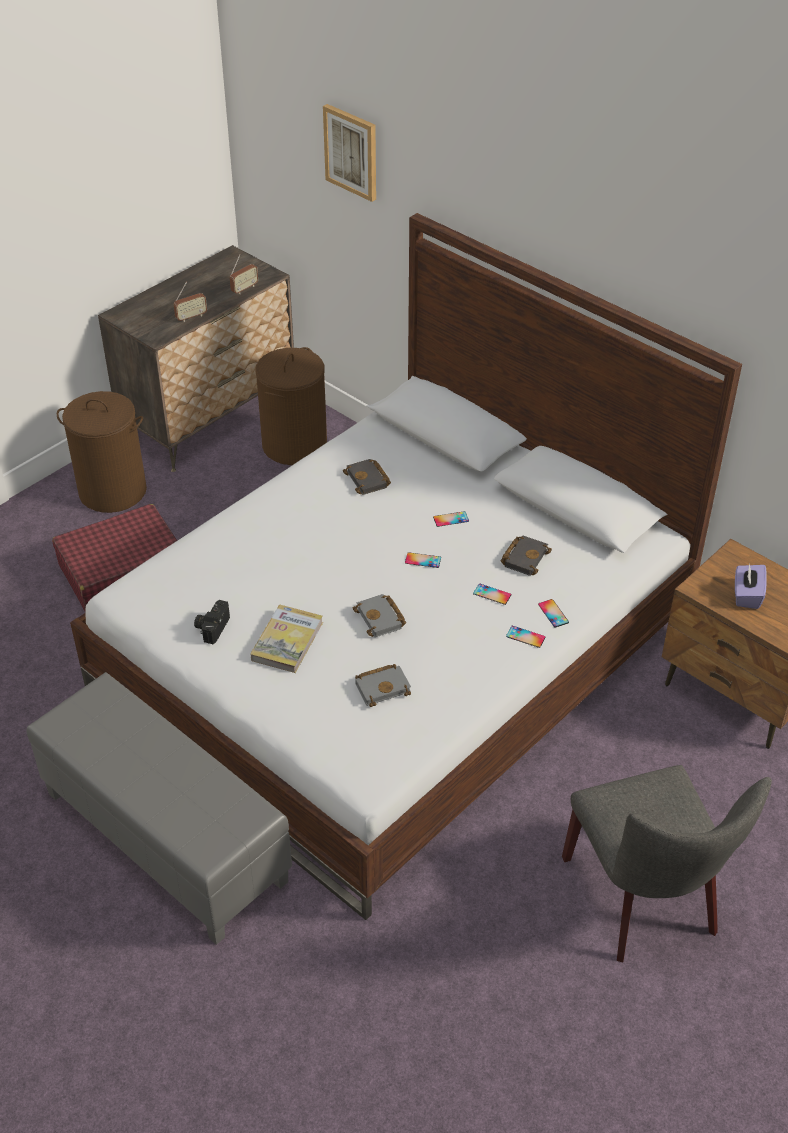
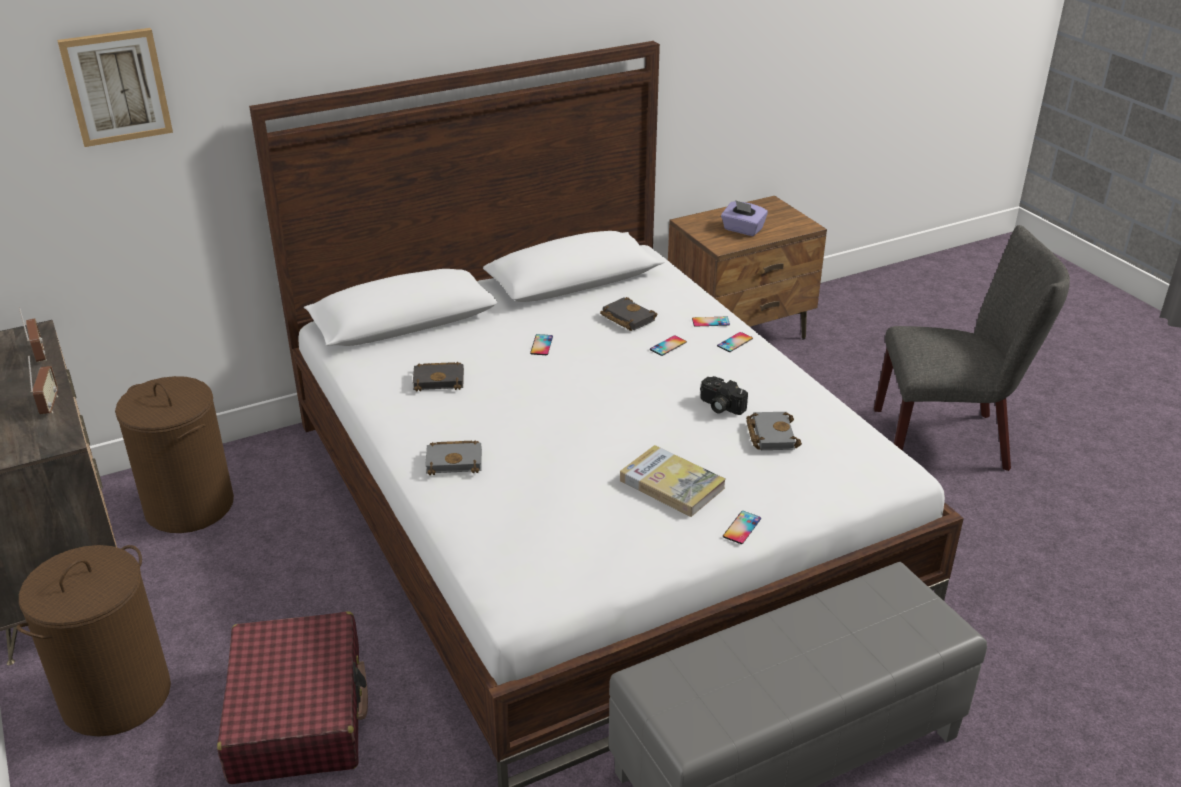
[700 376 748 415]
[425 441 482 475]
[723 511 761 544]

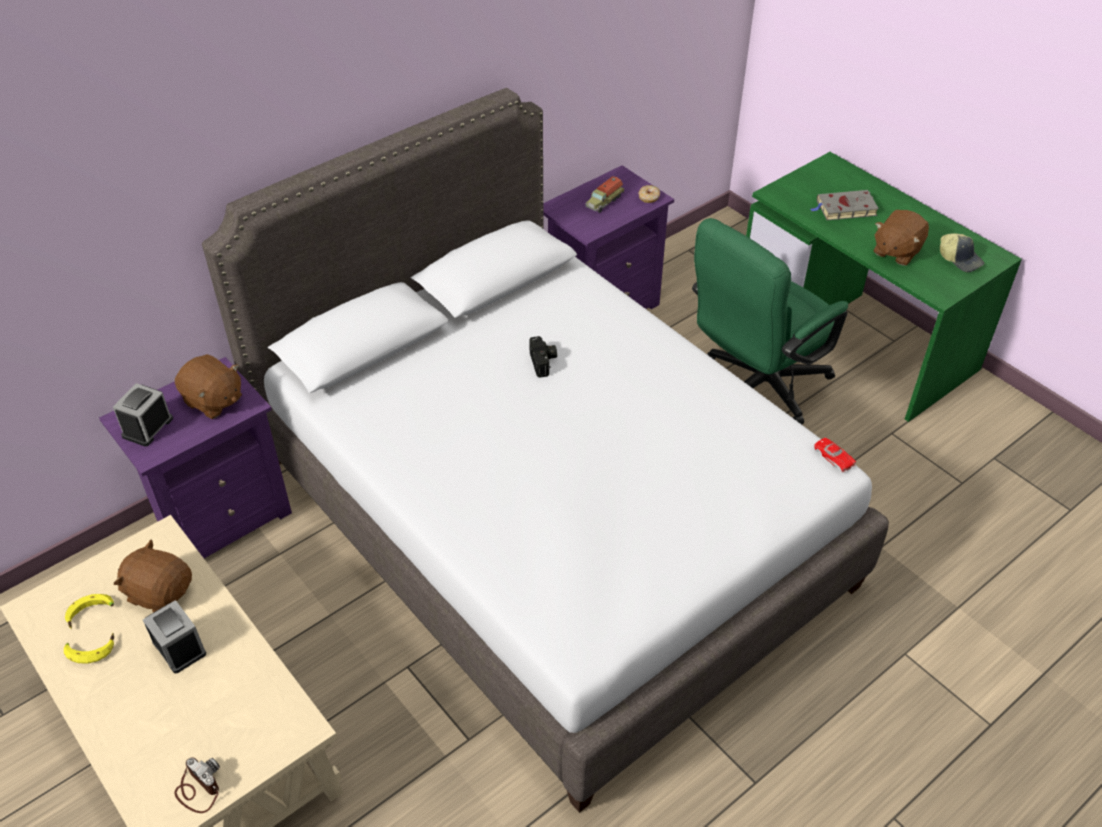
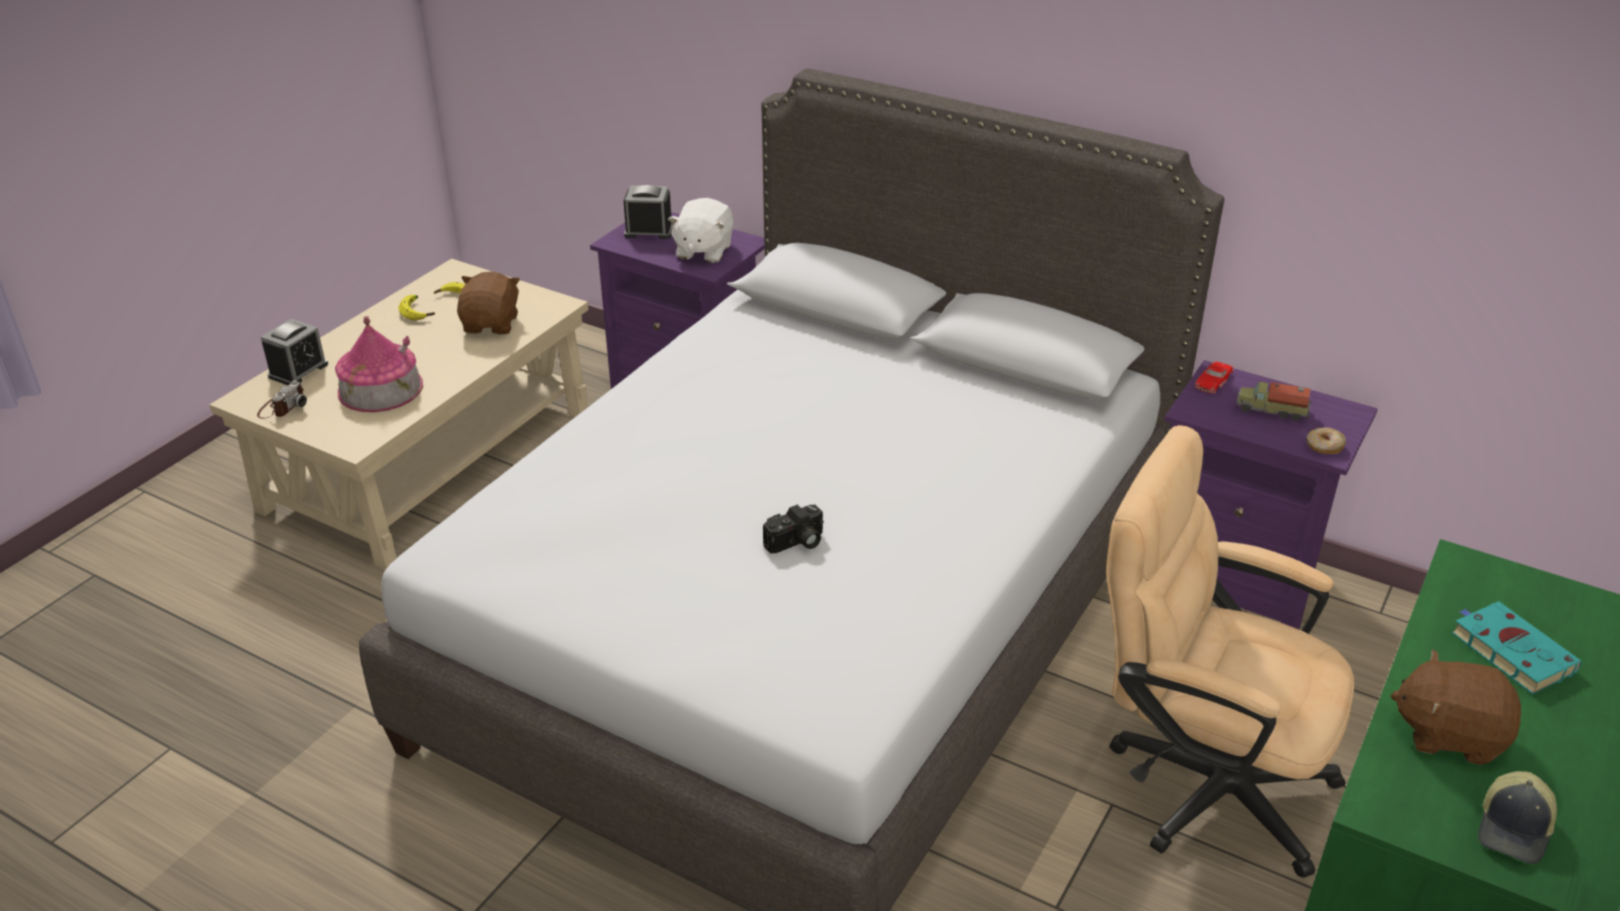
[261 319 328 385]
[668 198 734 263]
[763 504 824 553]
[1106 425 1354 878]
[1452 601 1582 695]
[1195 362 1233 394]
[335 316 423 412]

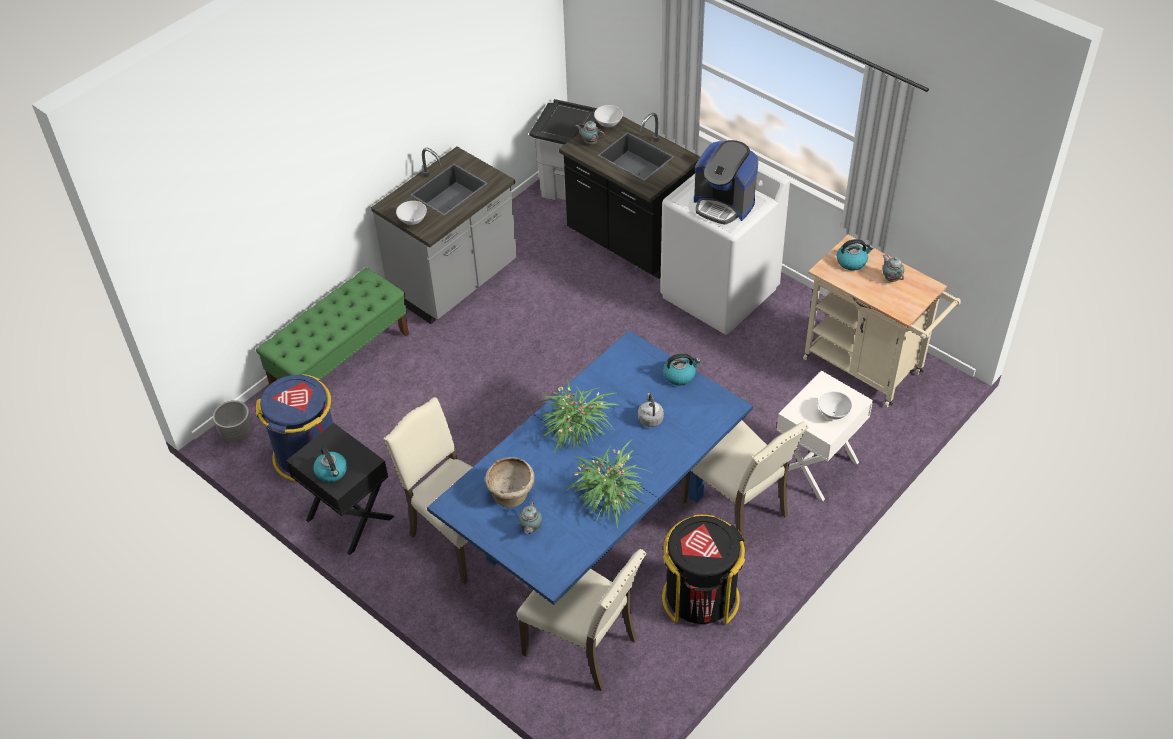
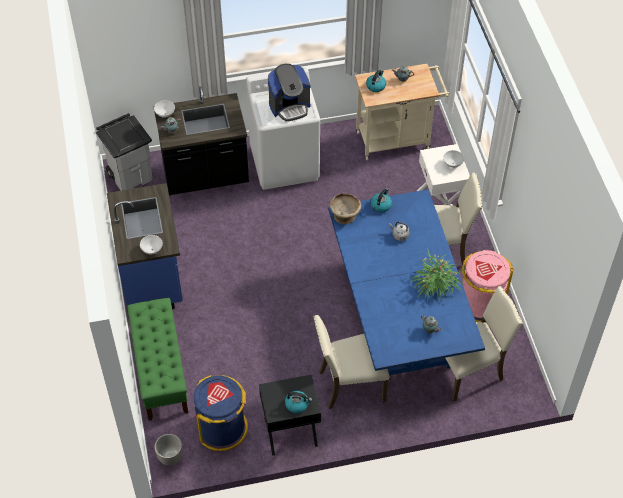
[107 183 183 310]
[330 193 361 224]
[536 379 620 455] (first image)
[462 250 514 322]

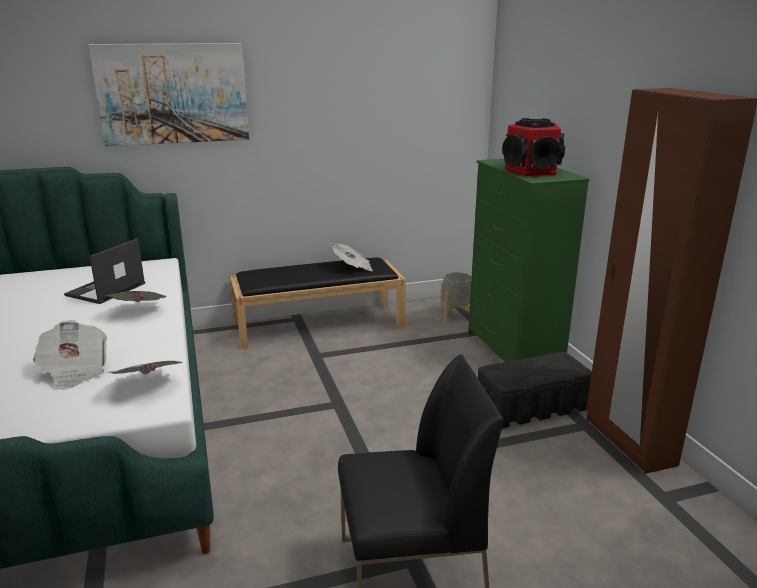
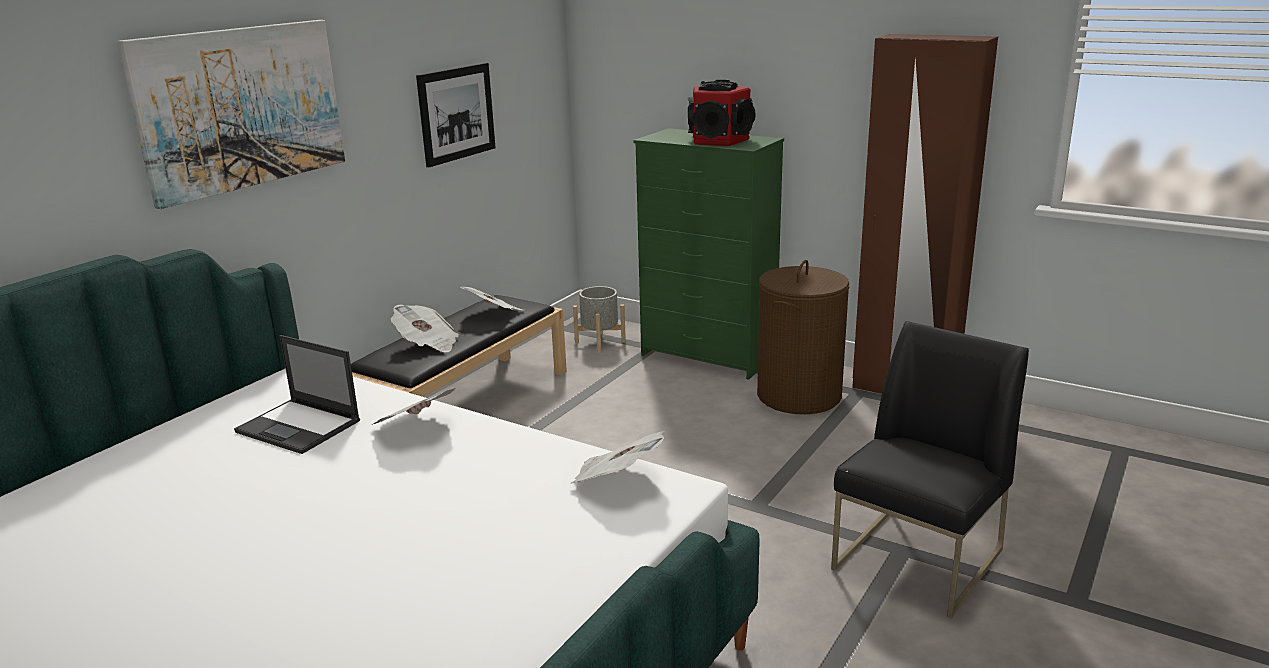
[391 305 459 352]
[234 335 360 454]
[757 260 849 414]
[416 63 496 167]

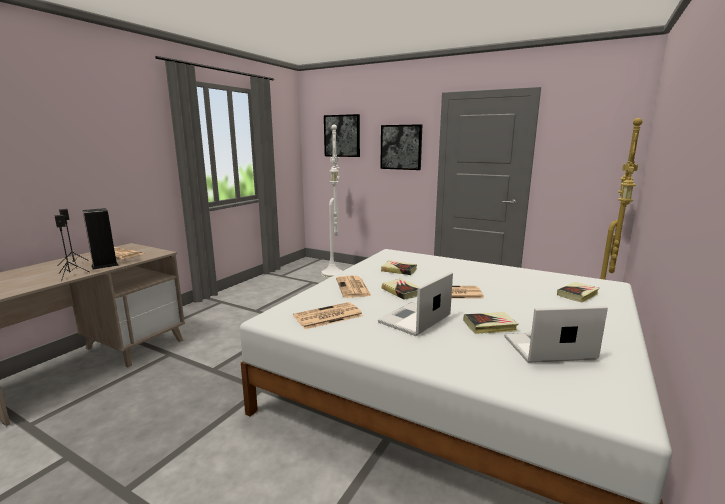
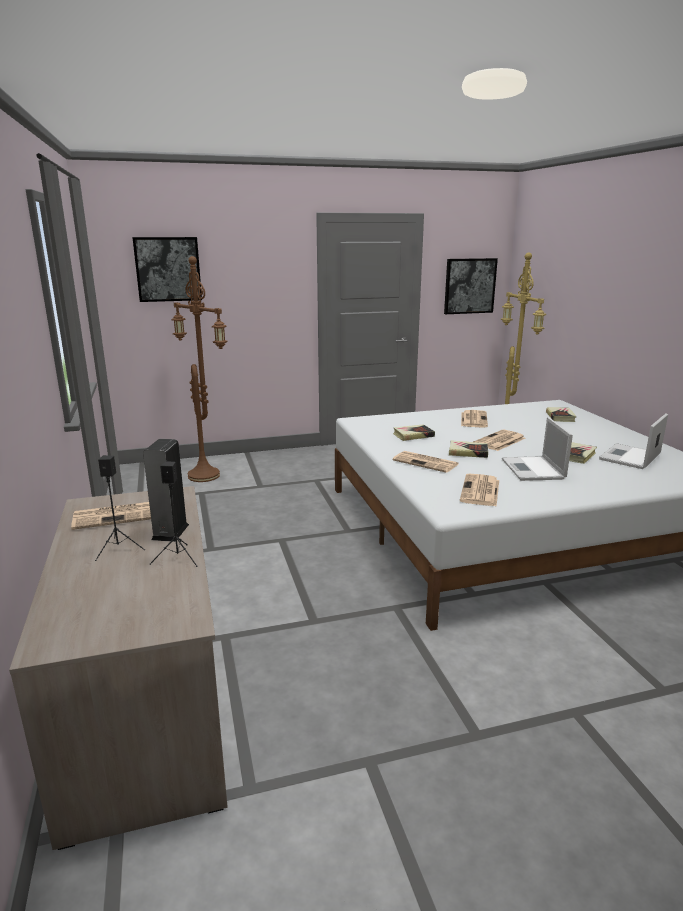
[171 256 228 482]
[444 258 498 314]
[461 410 488 428]

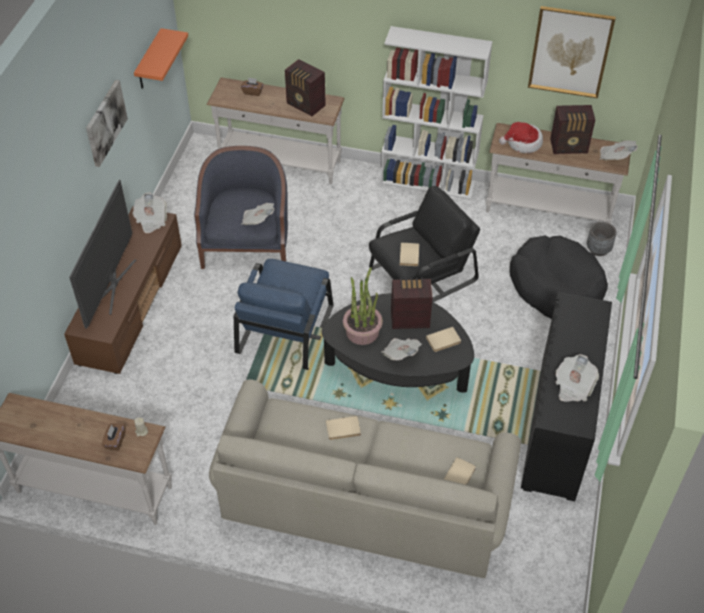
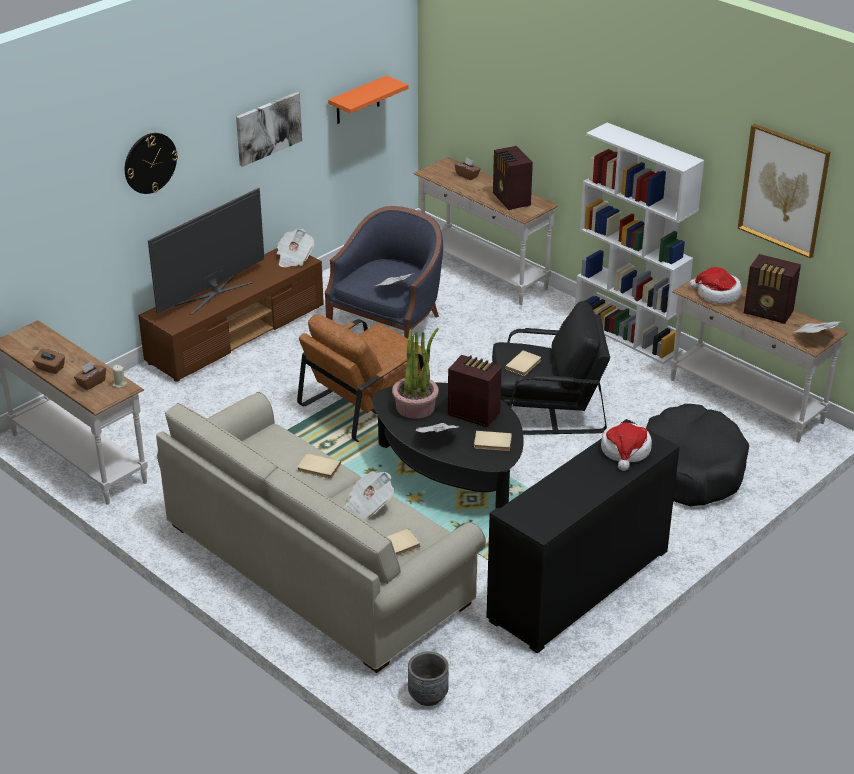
[297 314 426 442]
[344 471 394 520]
[408 651 449 706]
[33 349 65 374]
[125 133 178 194]
[601 423 652 471]

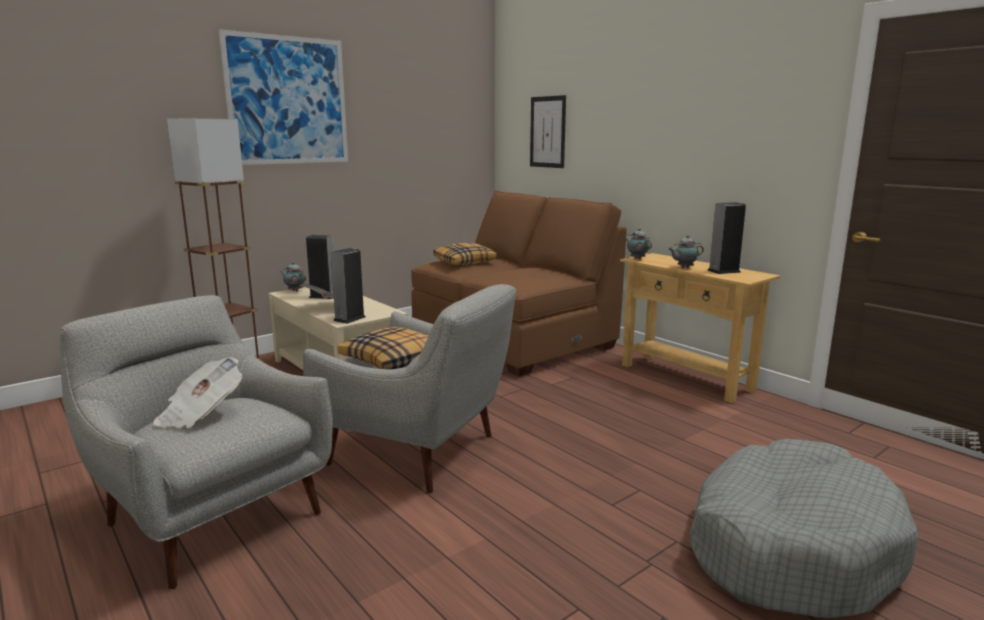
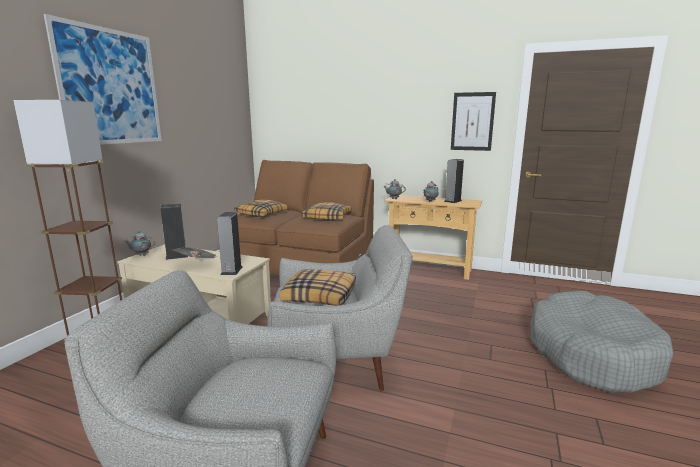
[153 357 242 428] (first image)
[451 92 496 151]
[301 202 352 221]

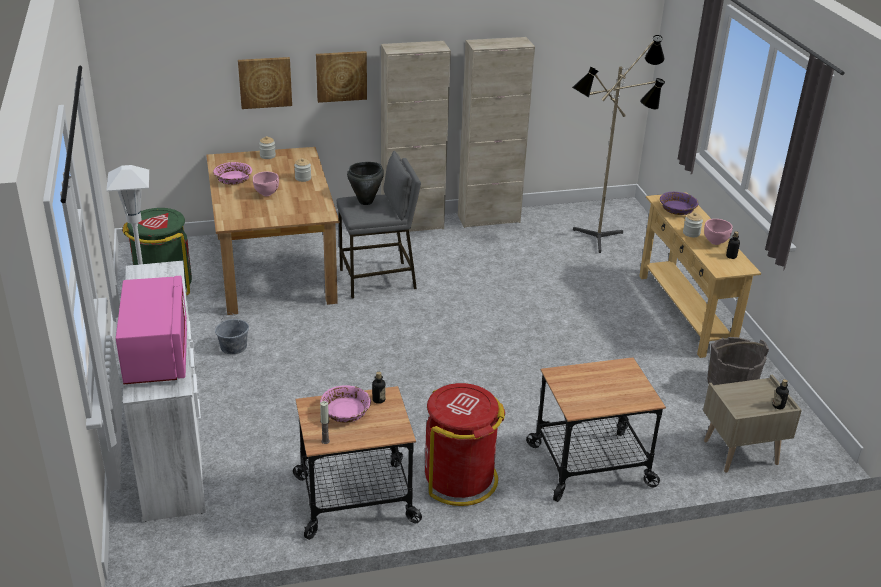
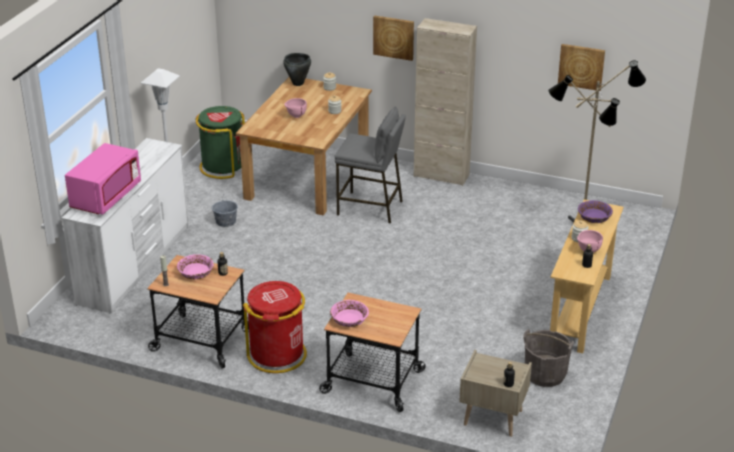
[330 300 369 327]
[558 44 605 91]
[283 53 311 86]
[458 37 535 228] (first image)

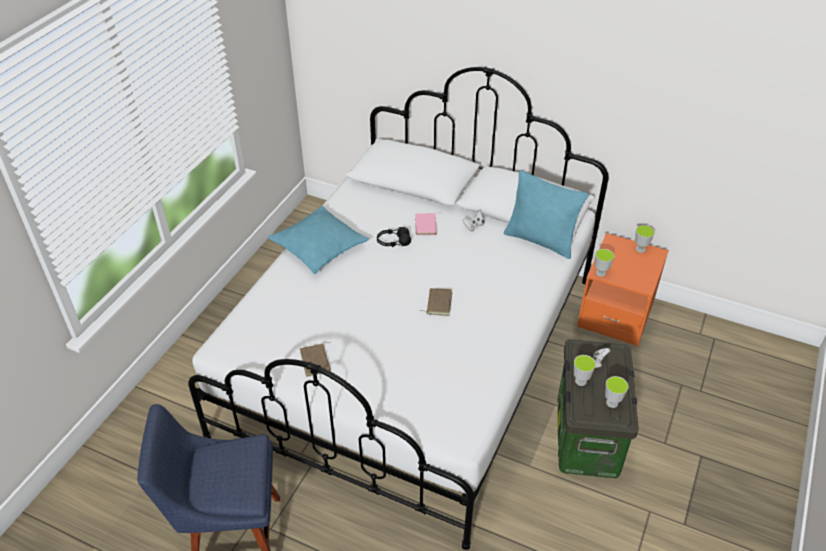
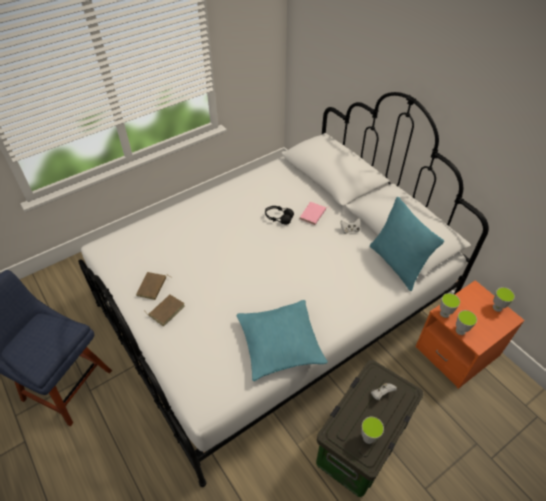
[237 300 328 381]
[145 294 185 326]
[456 310 477 335]

